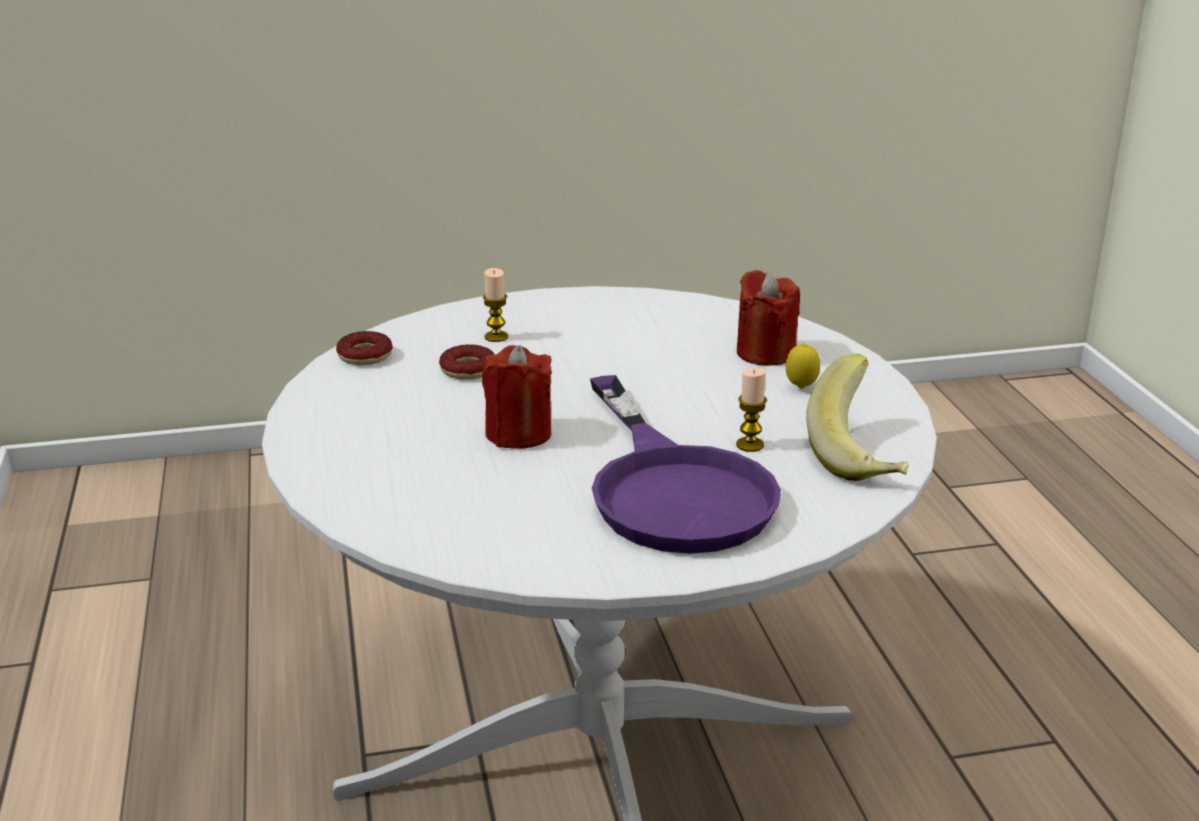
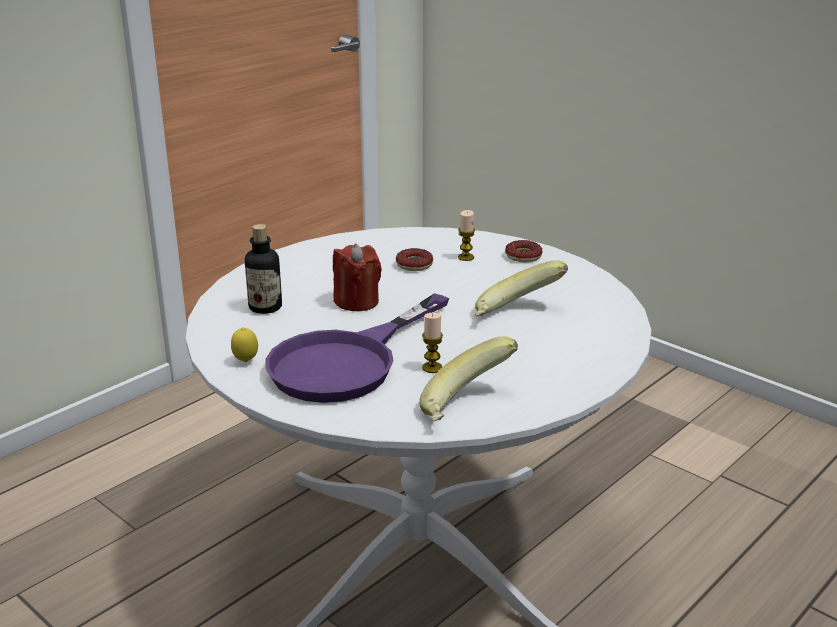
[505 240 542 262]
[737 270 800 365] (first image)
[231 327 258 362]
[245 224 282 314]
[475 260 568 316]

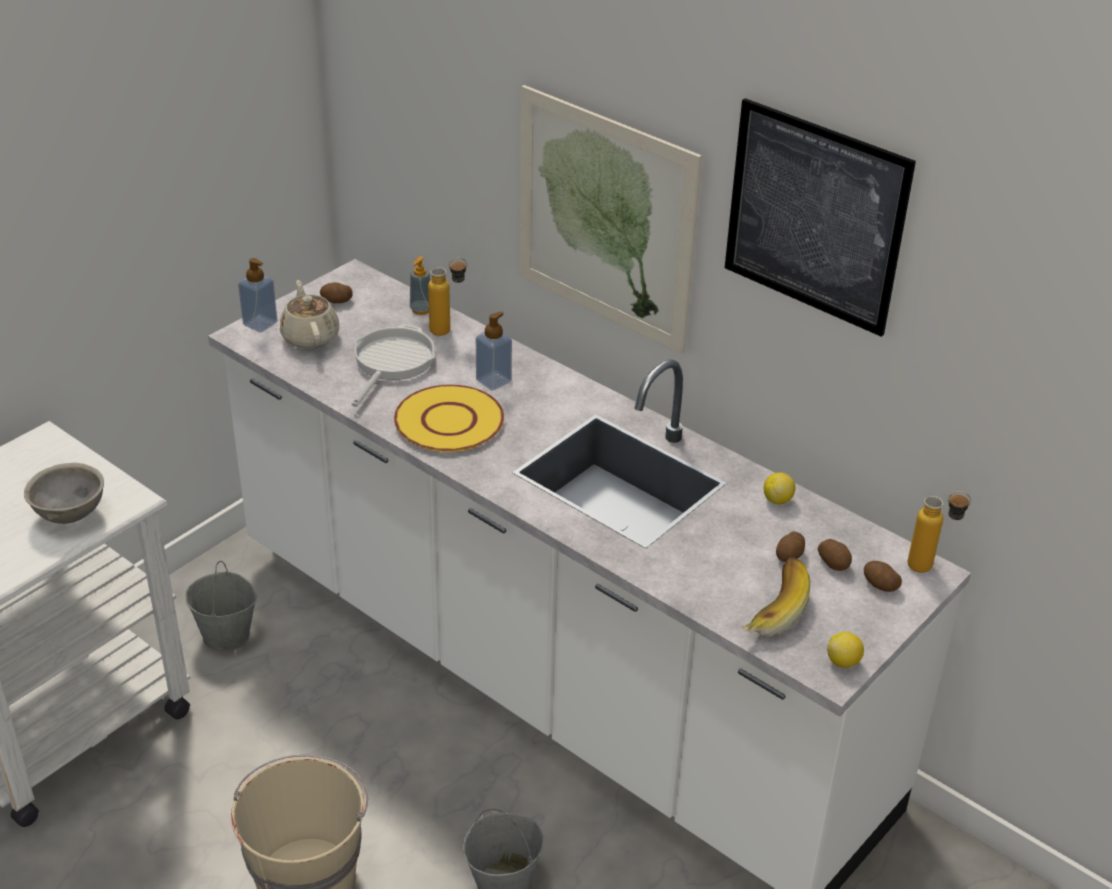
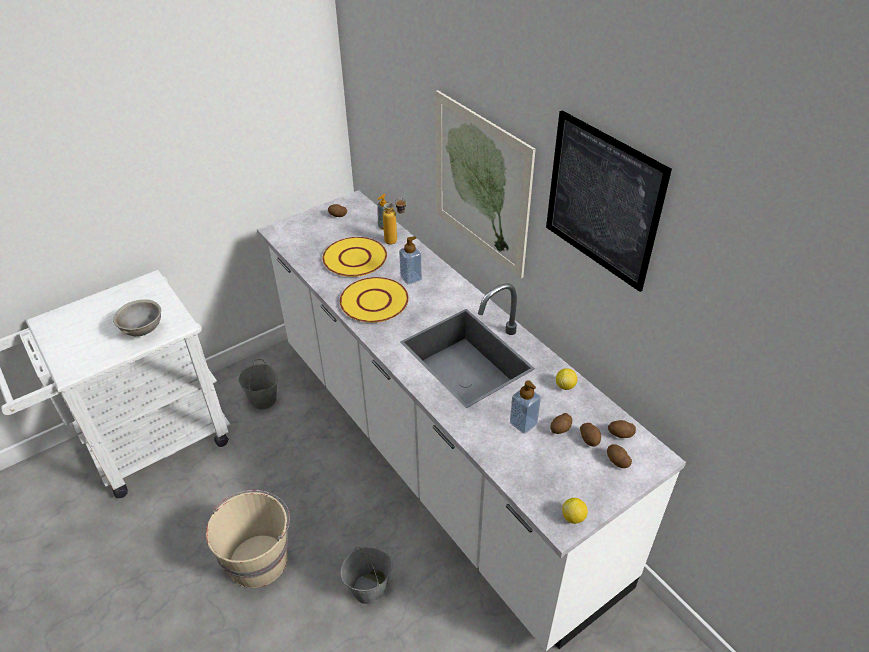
[510 380 541 434]
[280 280 339 349] (first image)
[323 237 387 277]
[742 557 810 637] (first image)
[908 491 971 573] (first image)
[608 420 636 438]

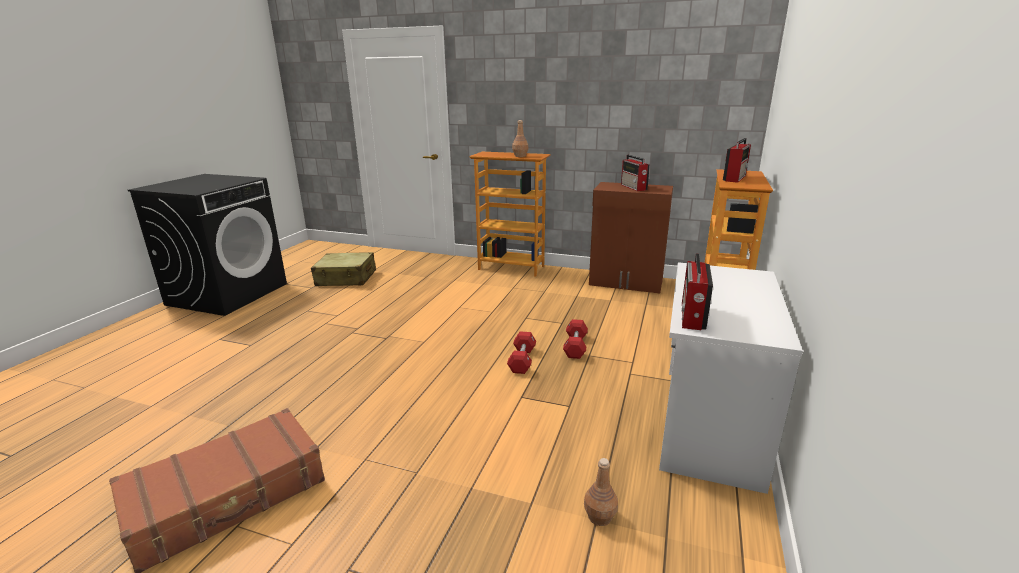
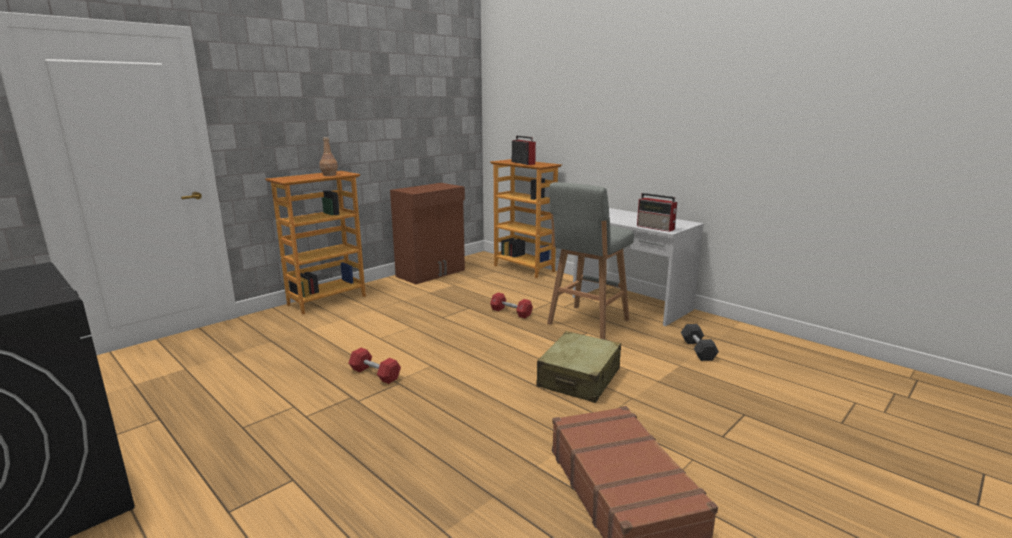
[536 331 621 403]
[349 348 401 384]
[681 324 719 361]
[621 155 650 191] (first image)
[547 182 634 339]

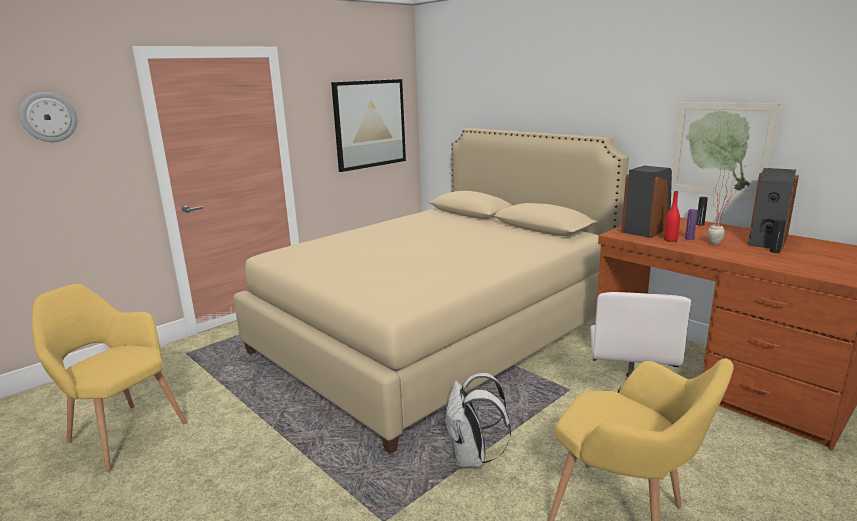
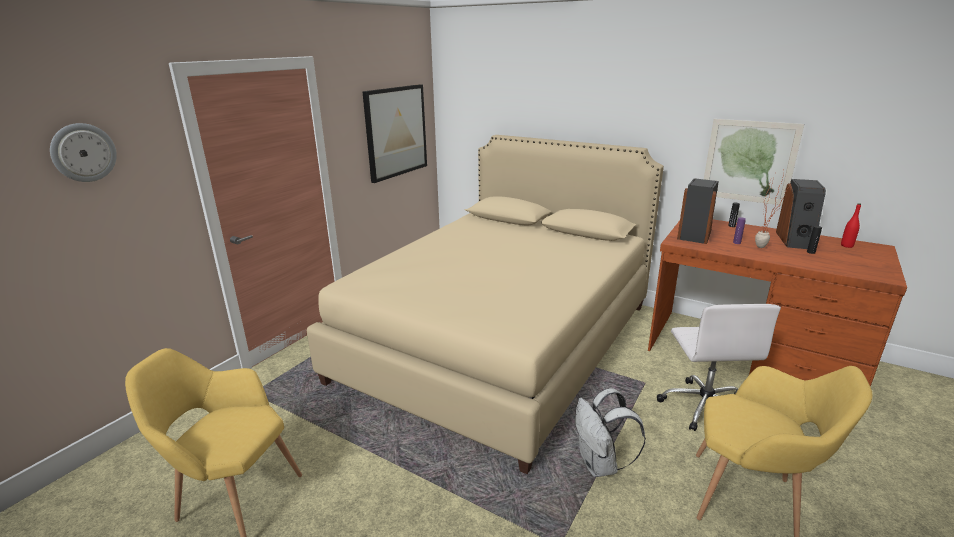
[841 203 861 248]

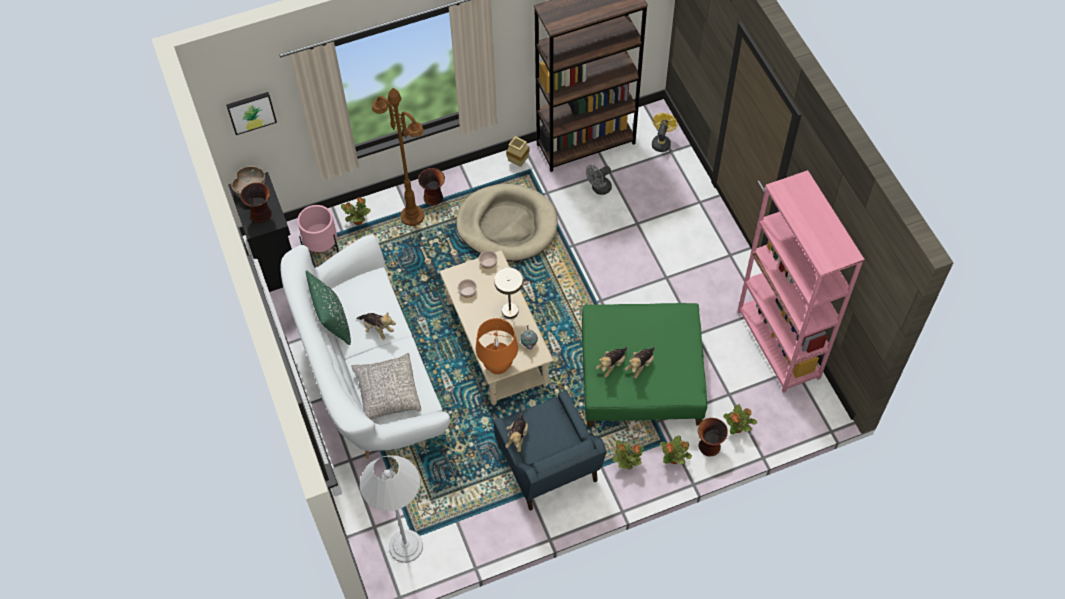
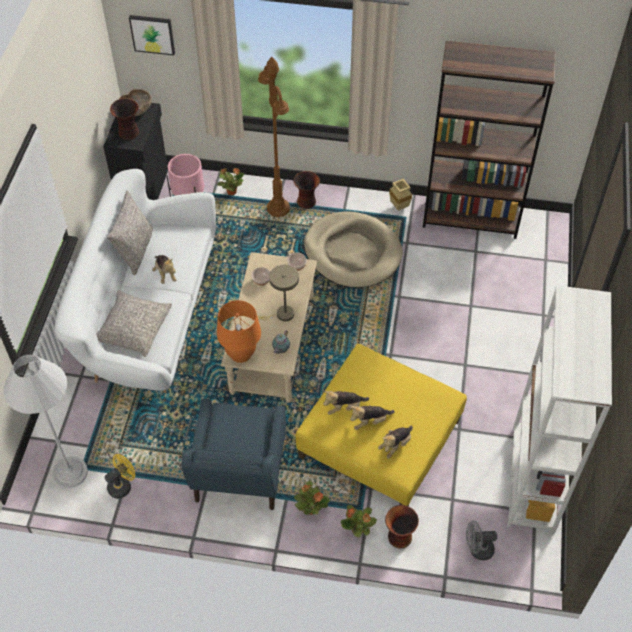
[107 190 153 275]
[378 425 413 459]
[296 344 467 507]
[466 520 497 560]
[105 454 135 499]
[723 404 757 434] (first image)
[507 285 612 534]

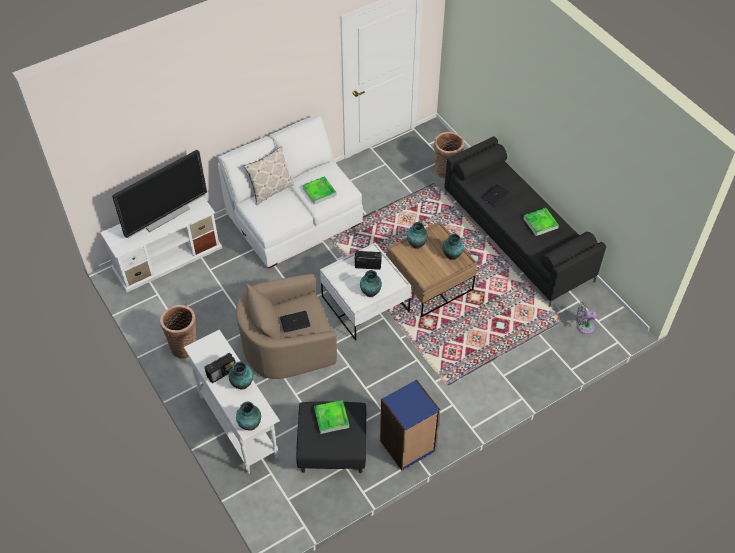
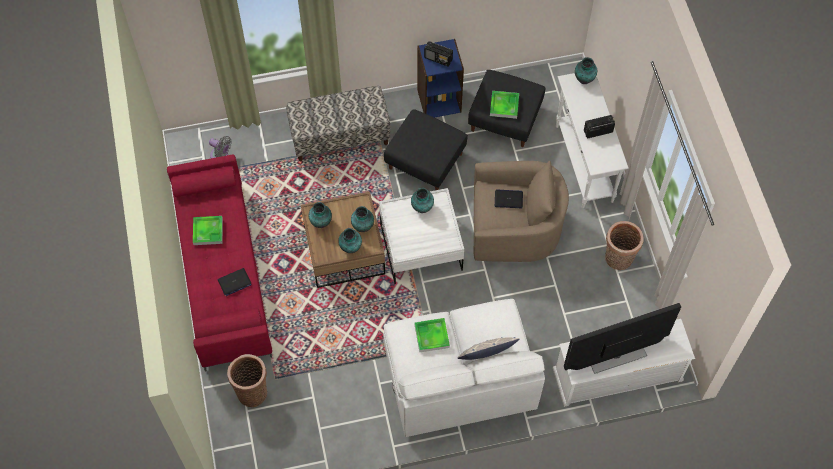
[351 206 374 232]
[424 41 453 67]
[167 154 272 371]
[286 86 390 161]
[384 109 468 190]

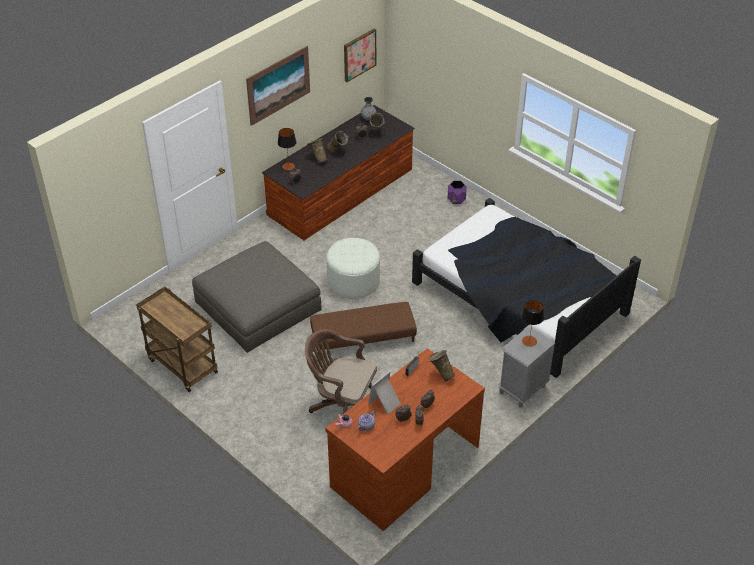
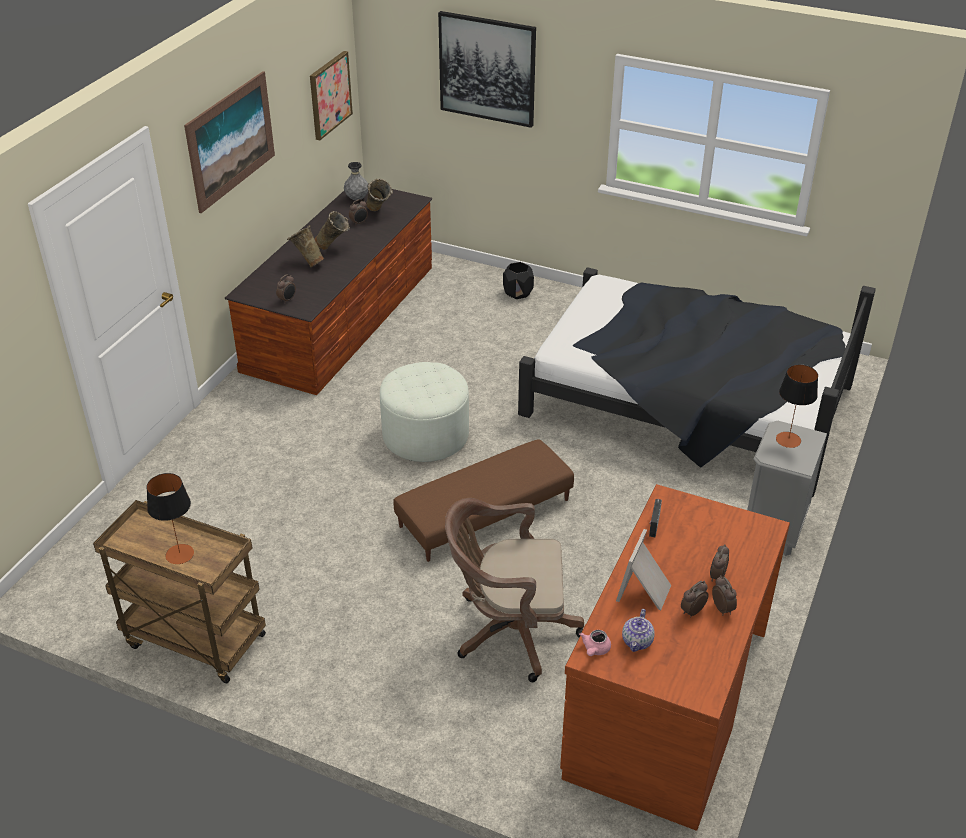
[192 241 322 353] (first image)
[147 473 194 564]
[428 350 455 381] (first image)
[503 262 534 299]
[438 11 536 128]

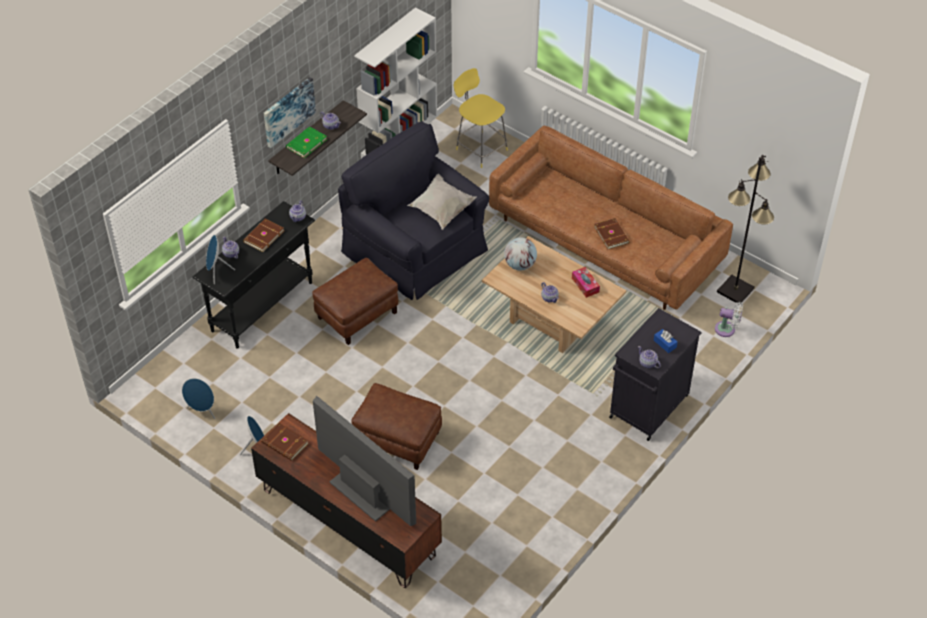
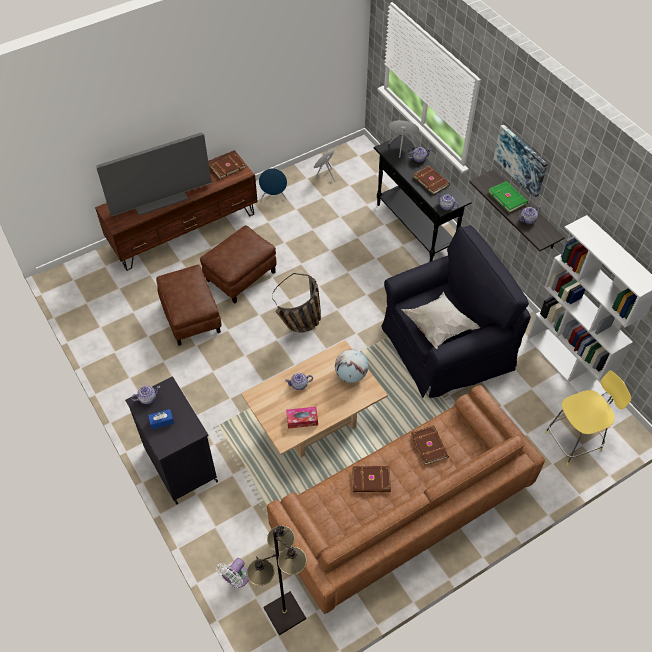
[156 265 221 346]
[272 273 321 332]
[411 425 449 465]

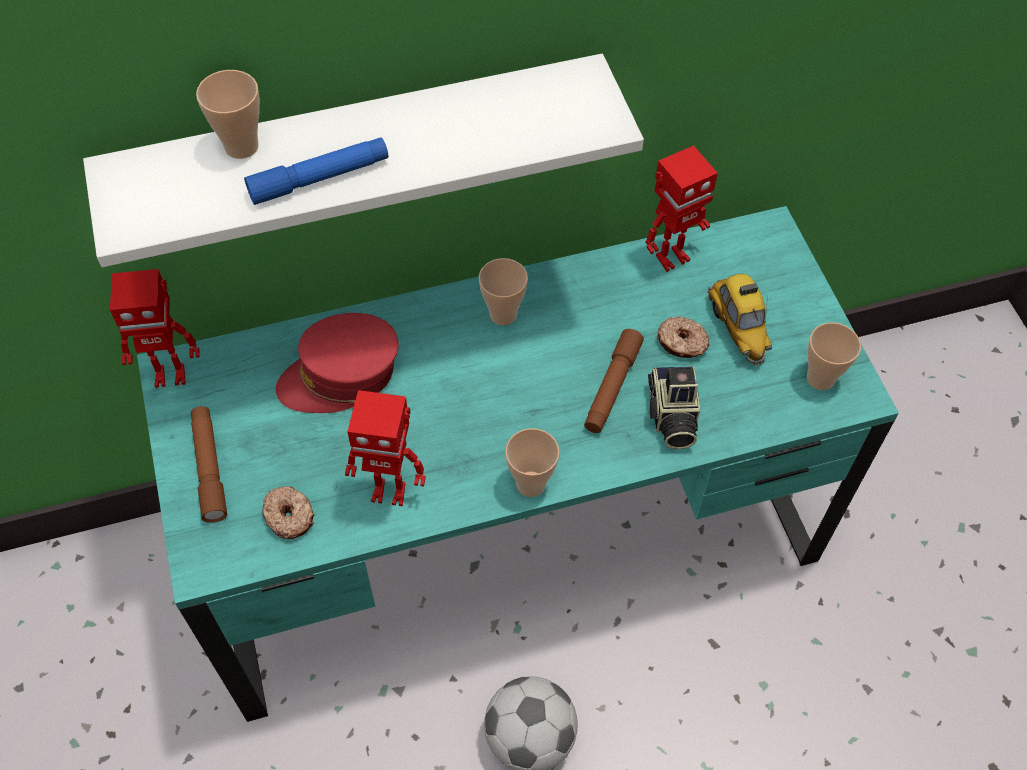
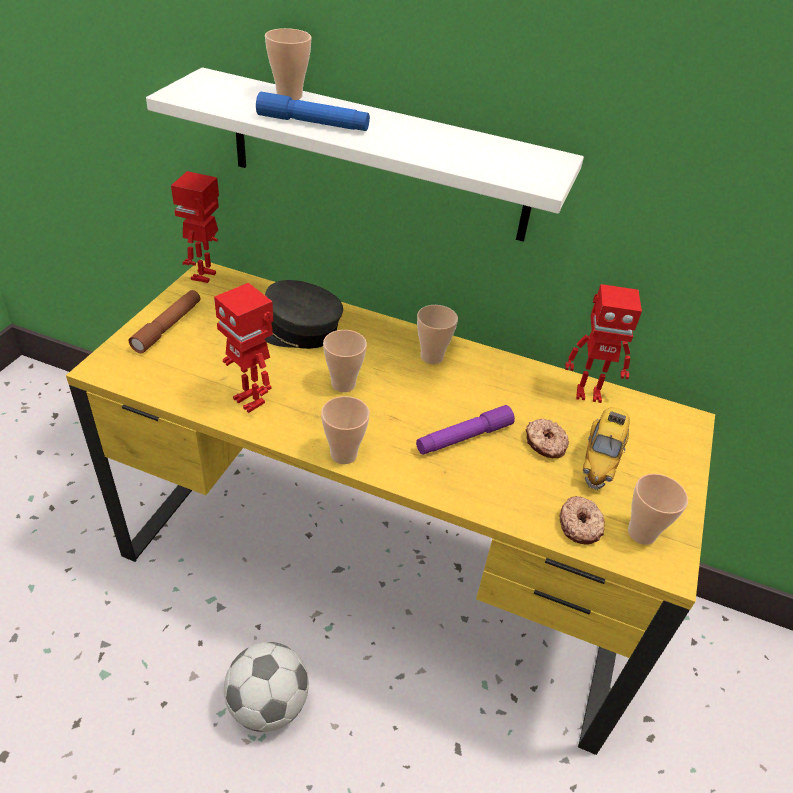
[171 171 219 283]
[66 259 715 755]
[560 496 605 545]
[265 280 343 349]
[416 405 515 455]
[648 366 700 449] (first image)
[323 330 367 392]

